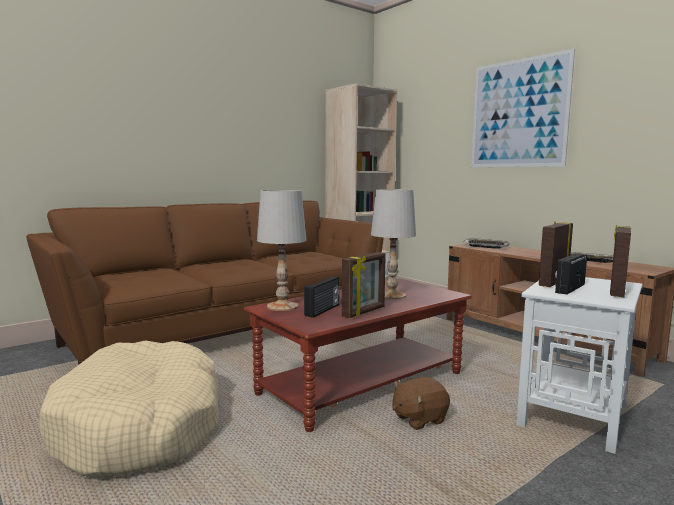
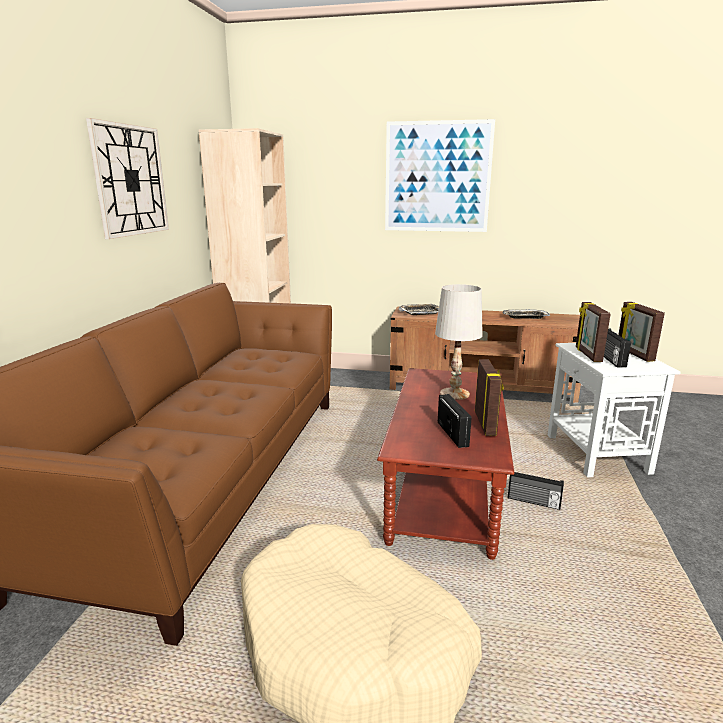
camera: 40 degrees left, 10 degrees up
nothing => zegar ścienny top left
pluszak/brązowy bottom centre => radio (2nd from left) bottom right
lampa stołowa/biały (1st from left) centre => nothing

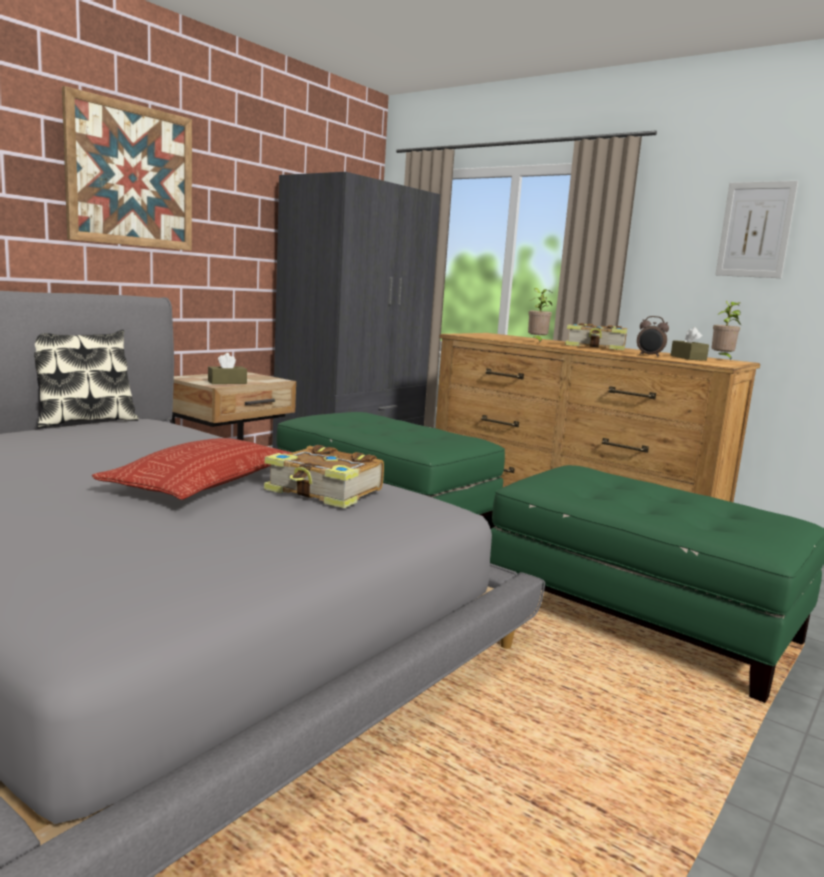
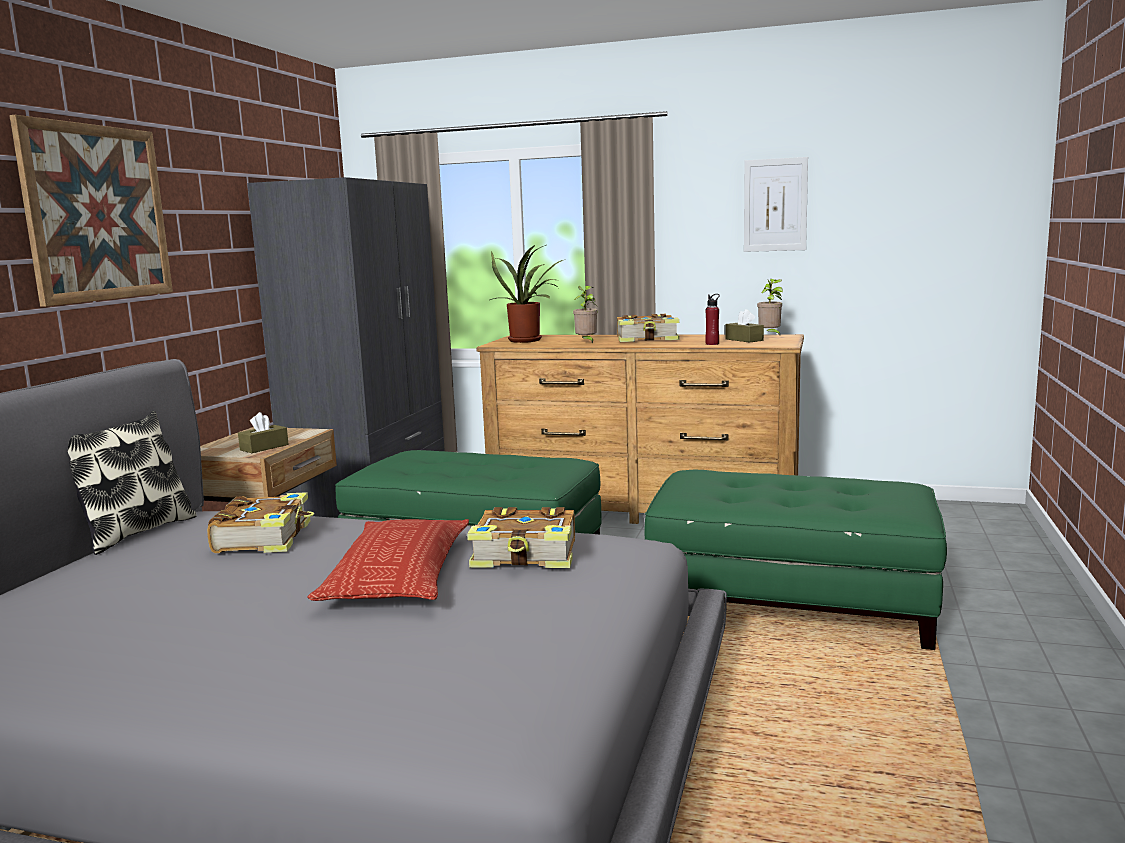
camera: 20 degrees left, 0 degrees up
nothing => książka (1st from left) middle left
nothing => roślina doniczkowa (1st from left) centre
budzik middle right => butelka/czerwony centre

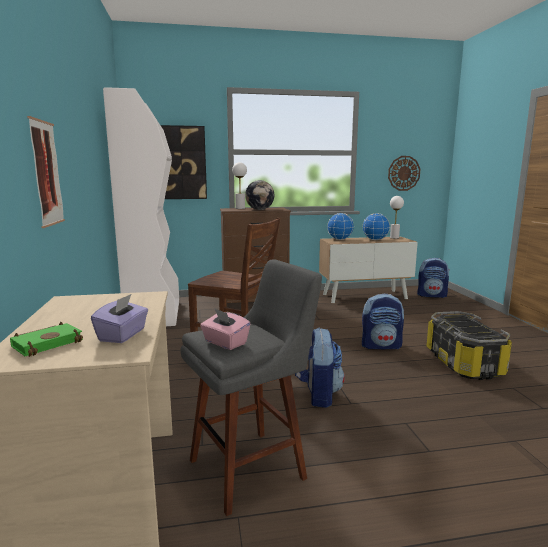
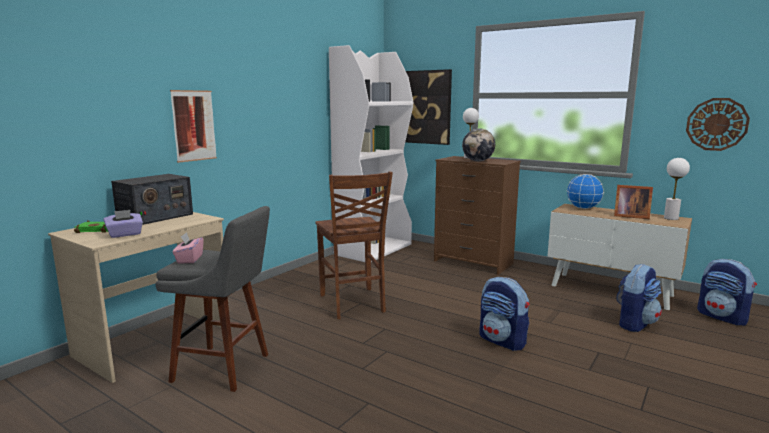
camera: 45 degrees right, 0 degrees up
nothing => radio middle left
globus (3rd from left) middle right => ramka na zdjęcie middle right
plecak (1st from left in the first image) bottom centre => plecak (2nd from left) bottom right, moved
pojemnik do przechowywania middle right => nothing

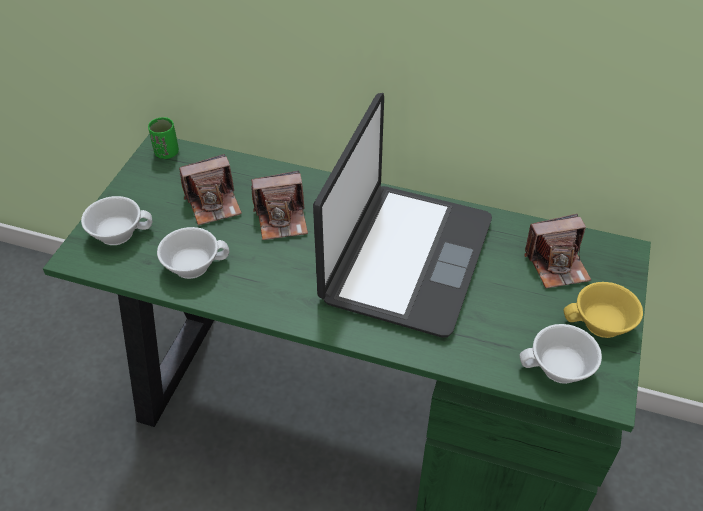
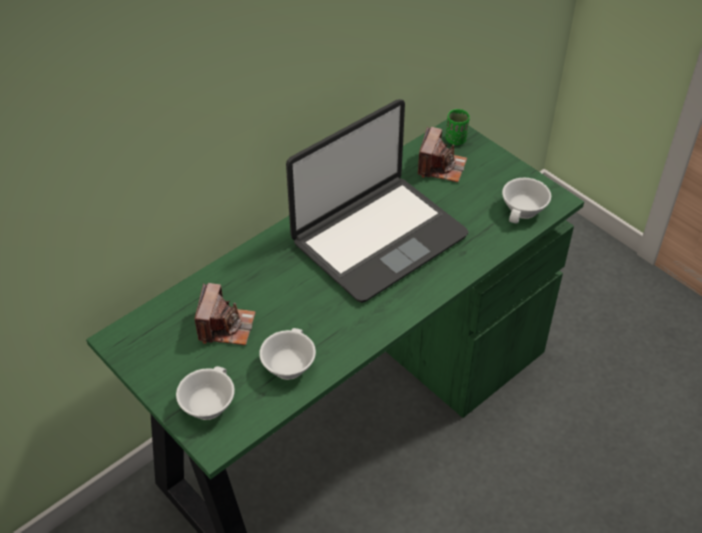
camera: 60 degrees left, 0 degrees up
laptop centre, 90 degrees clockwise
filiżanka/zielony top left => filiżanka/zielony top centre, moved
aparat fotograficzny (2nd from left) centre => nothing
filiżanka/żółty middle right => nothing

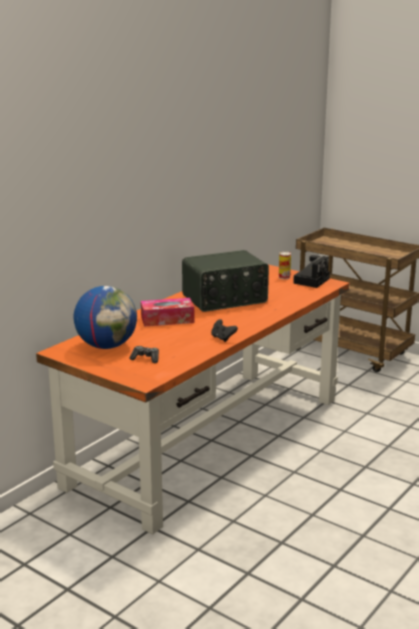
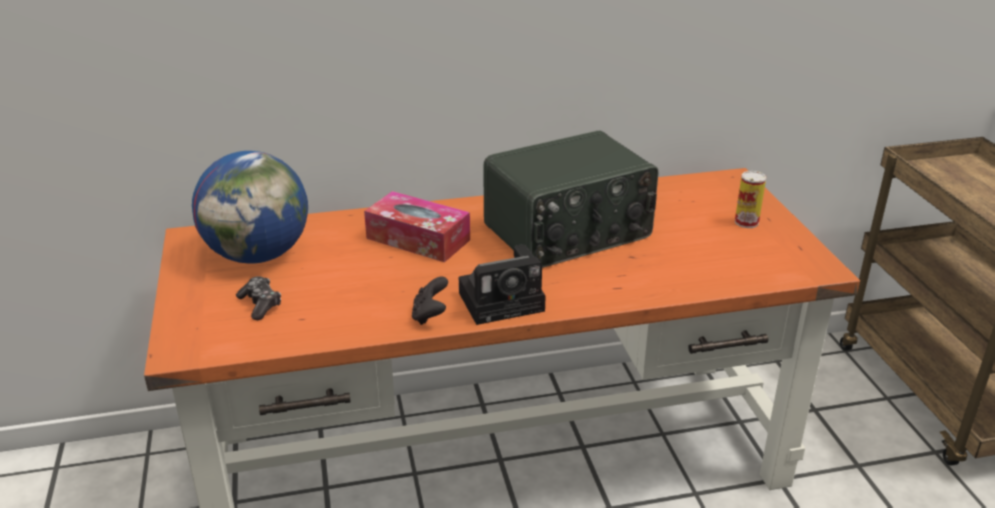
camera: 40 degrees right, 10 degrees up
aparat fotograficzny middle right => aparat fotograficzny centre, moved
radio centre, 45 degrees counterclockwise

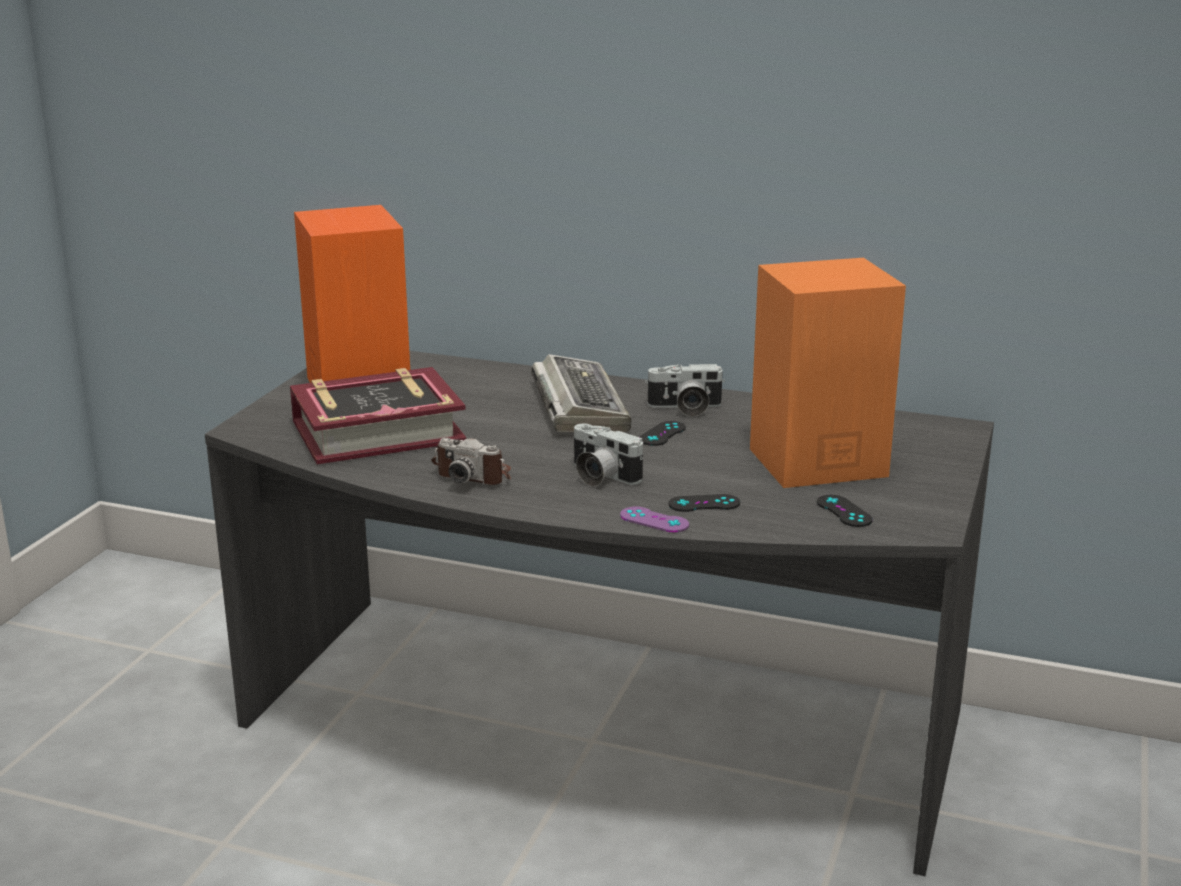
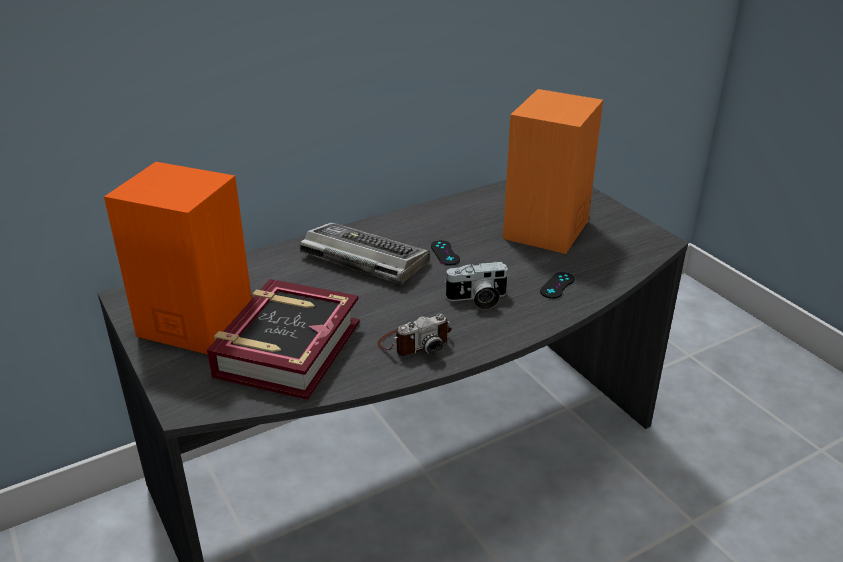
camera: 50 degrees left, 10 degrees up
pad do gier/fioletowy centre => nothing
aparat fotograficzny (3rd from left) centre => nothing
pad do gier/czarny (3rd from left) middle right => nothing

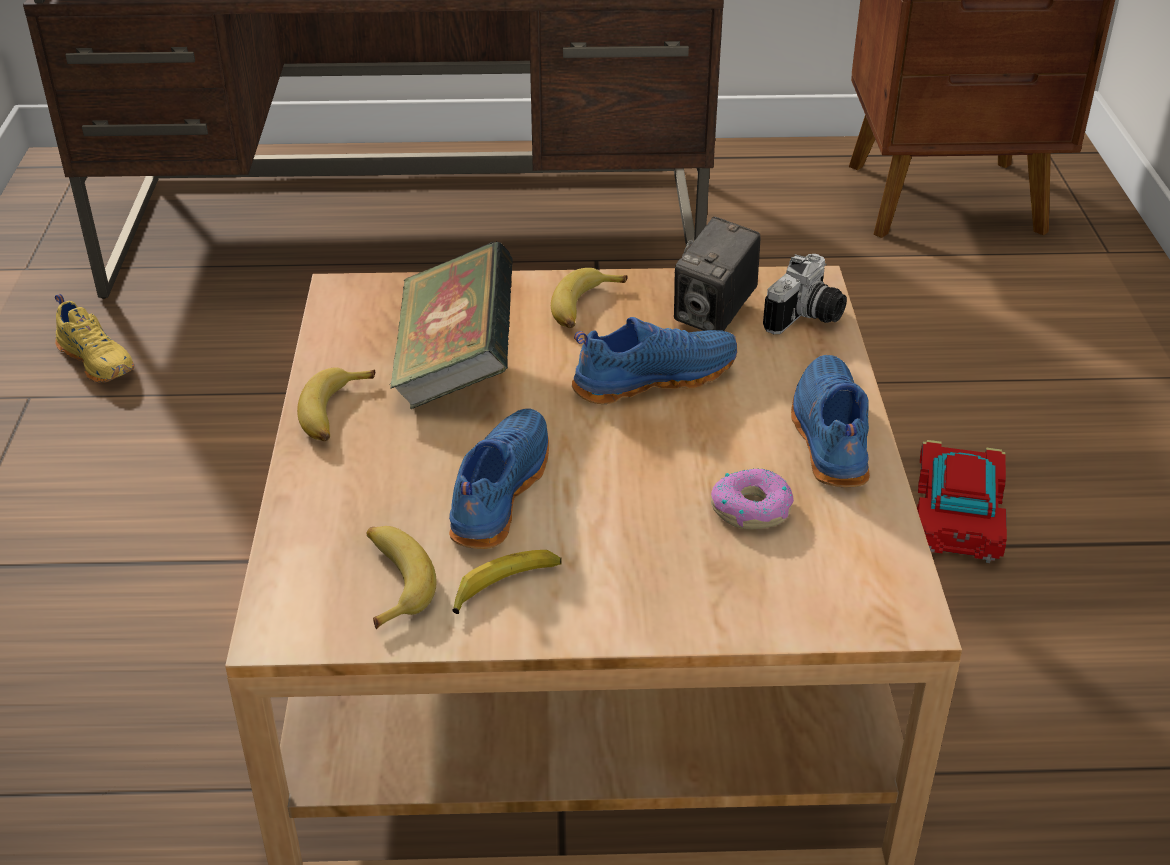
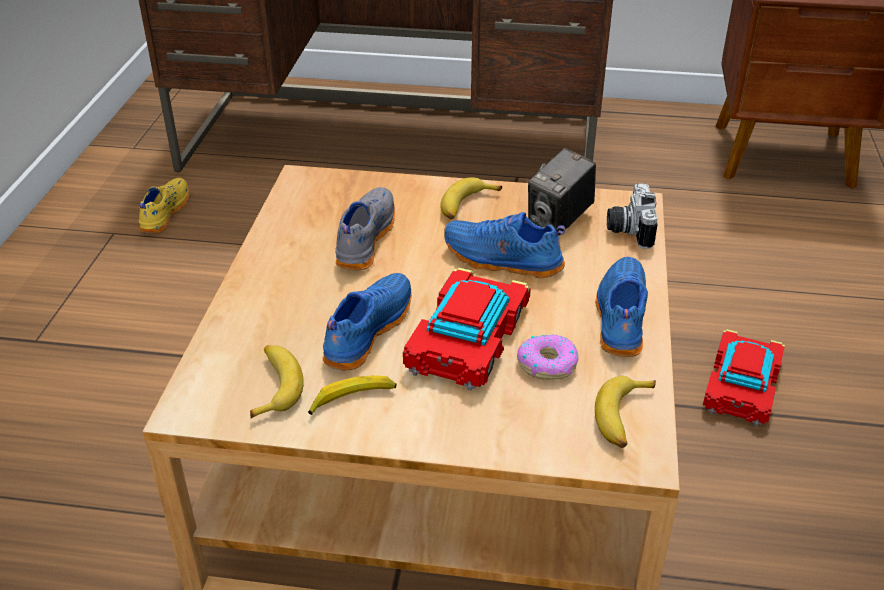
camera: 10 degrees right, 0 degrees up
but/żółty middle left, 135 degrees counterclockwise
książka centre => but/szary centre
nothing => samochodzik (1st from left) centre
but/niebieski (2nd from left) centre, 150 degrees counterclockwise
banan (1st from left in the first image) middle left => banan (4th from left) bottom right, moved
aparat fotograficzny (2nd from left) middle right, 135 degrees clockwise

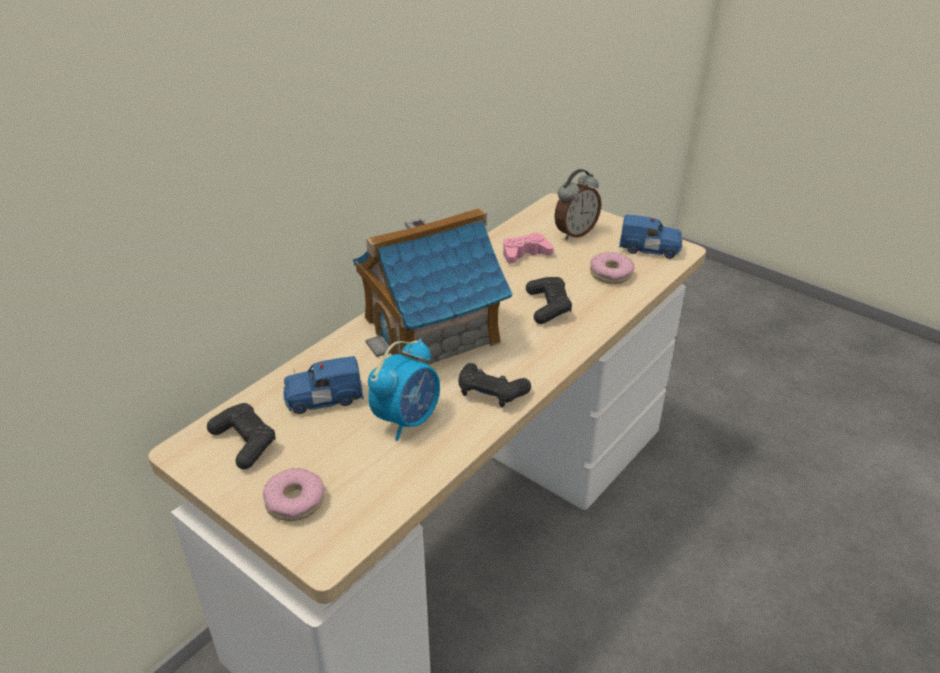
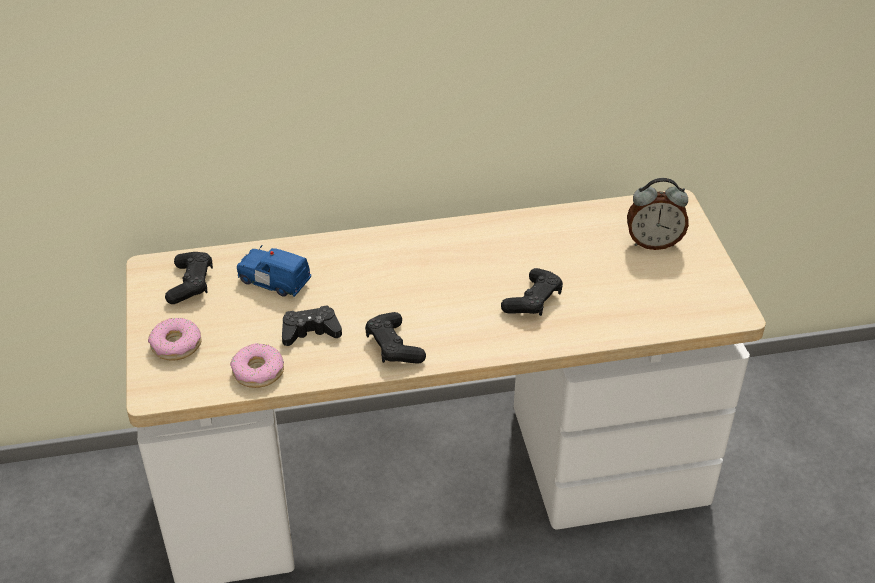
camera: 40 degrees right, 5 degrees up
donut (2nd from left) centre => donut (2nd from left) middle left, moved
budzik (1st from left) centre => pad do gier/czarny (2nd from left) centre
domek centre => nothing
pad do gier/różowy centre => nothing
samochodzik/niebieski (2nd from left) middle right => nothing

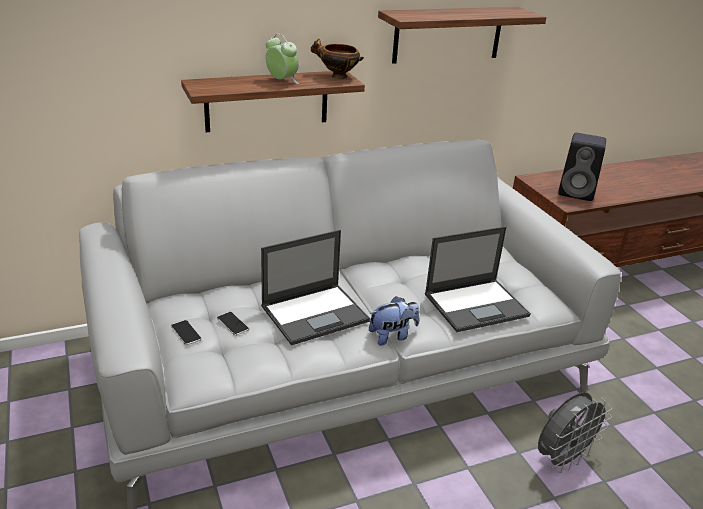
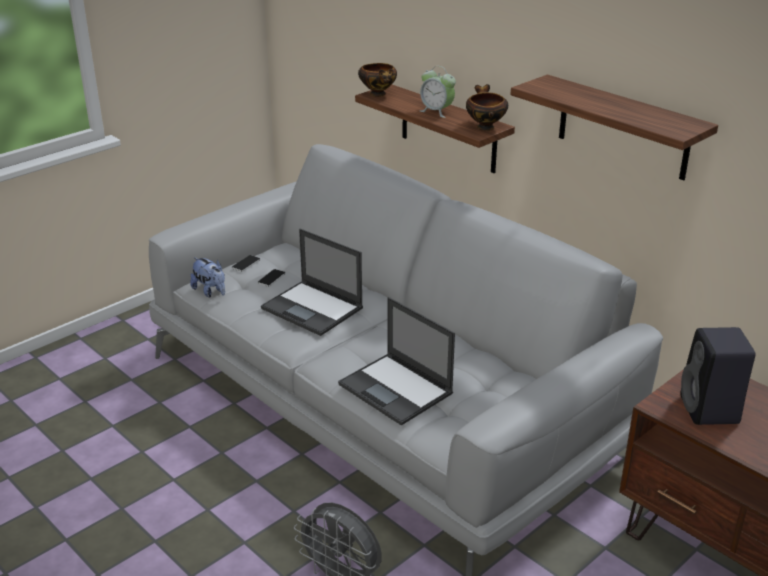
camera: 70 degrees right, 0 degrees up
pluszak centre => pluszak middle left, moved
nothing => miska (1st from left) top centre
budzik top centre, 105 degrees clockwise

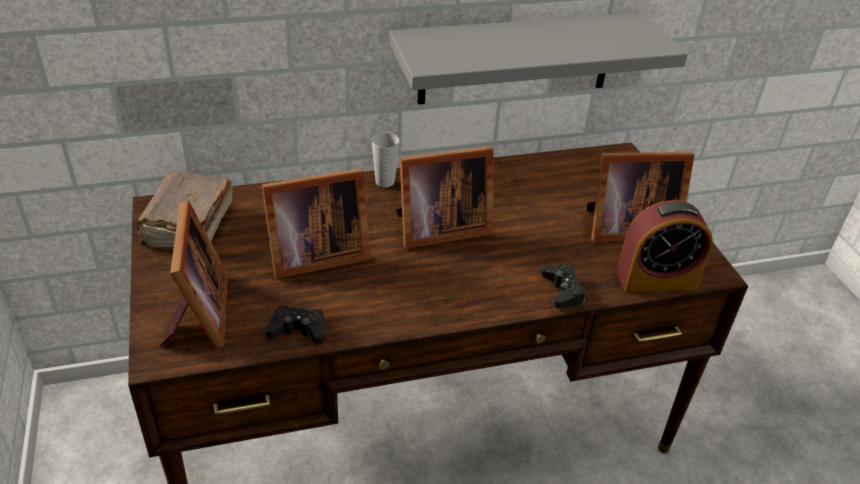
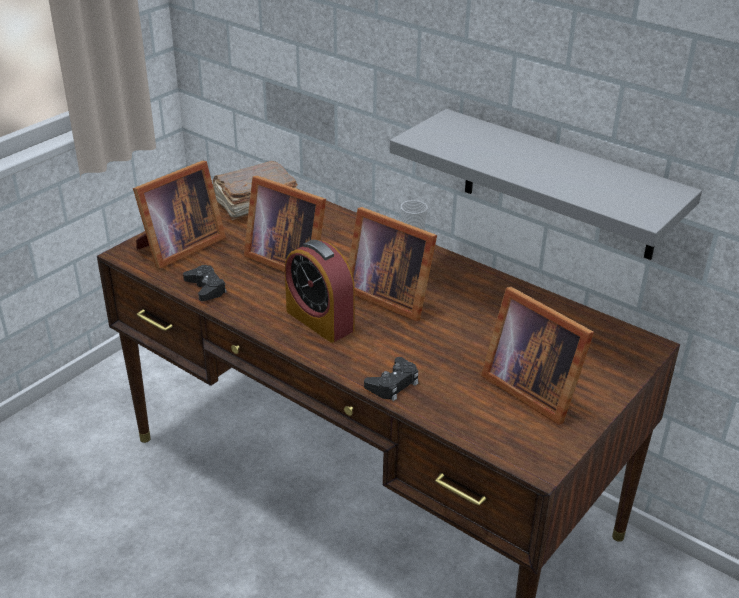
camera: 55 degrees right, 5 degrees down
budzik middle right => budzik centre, moved

